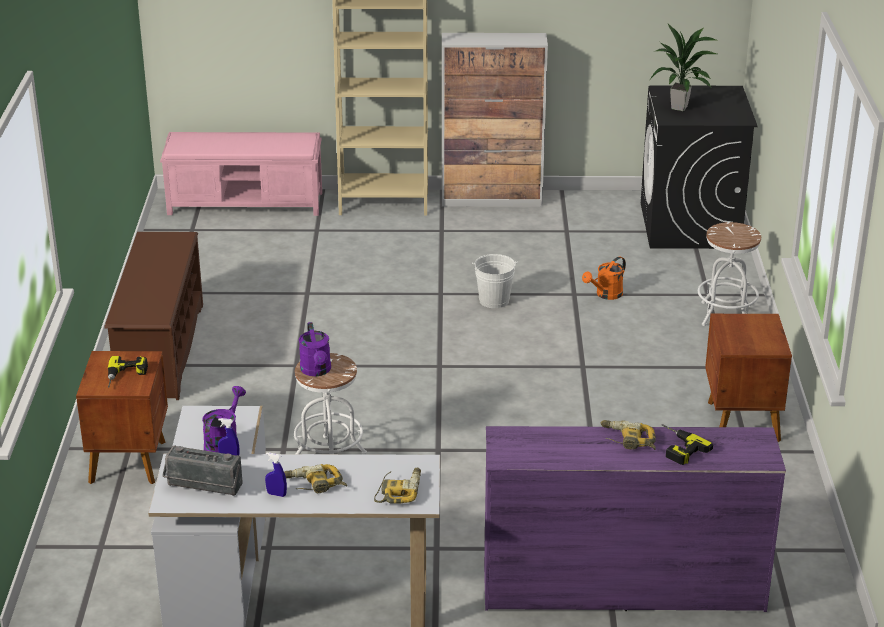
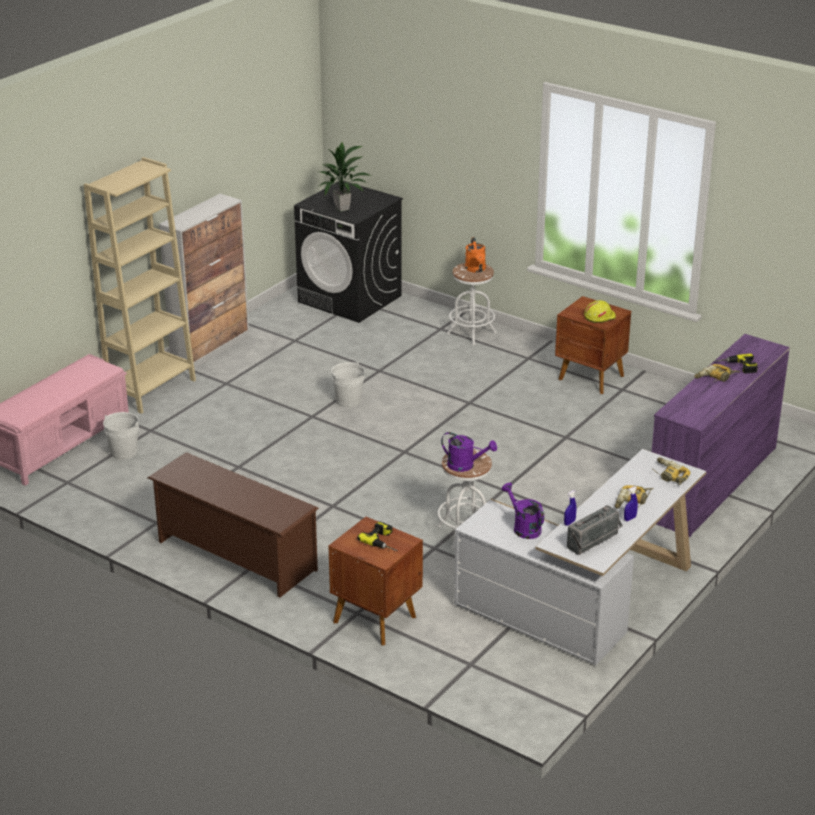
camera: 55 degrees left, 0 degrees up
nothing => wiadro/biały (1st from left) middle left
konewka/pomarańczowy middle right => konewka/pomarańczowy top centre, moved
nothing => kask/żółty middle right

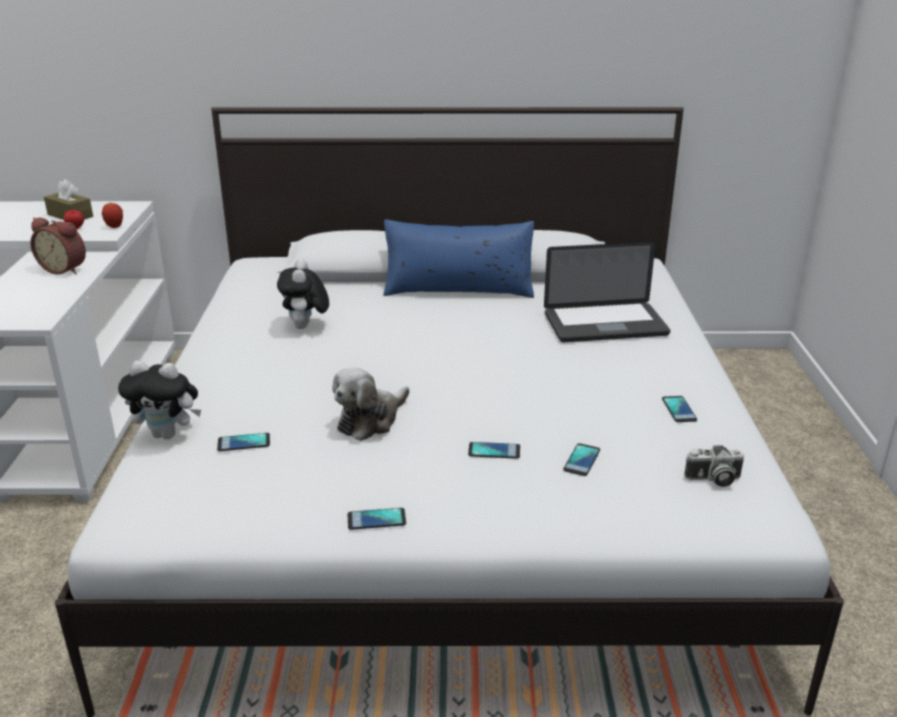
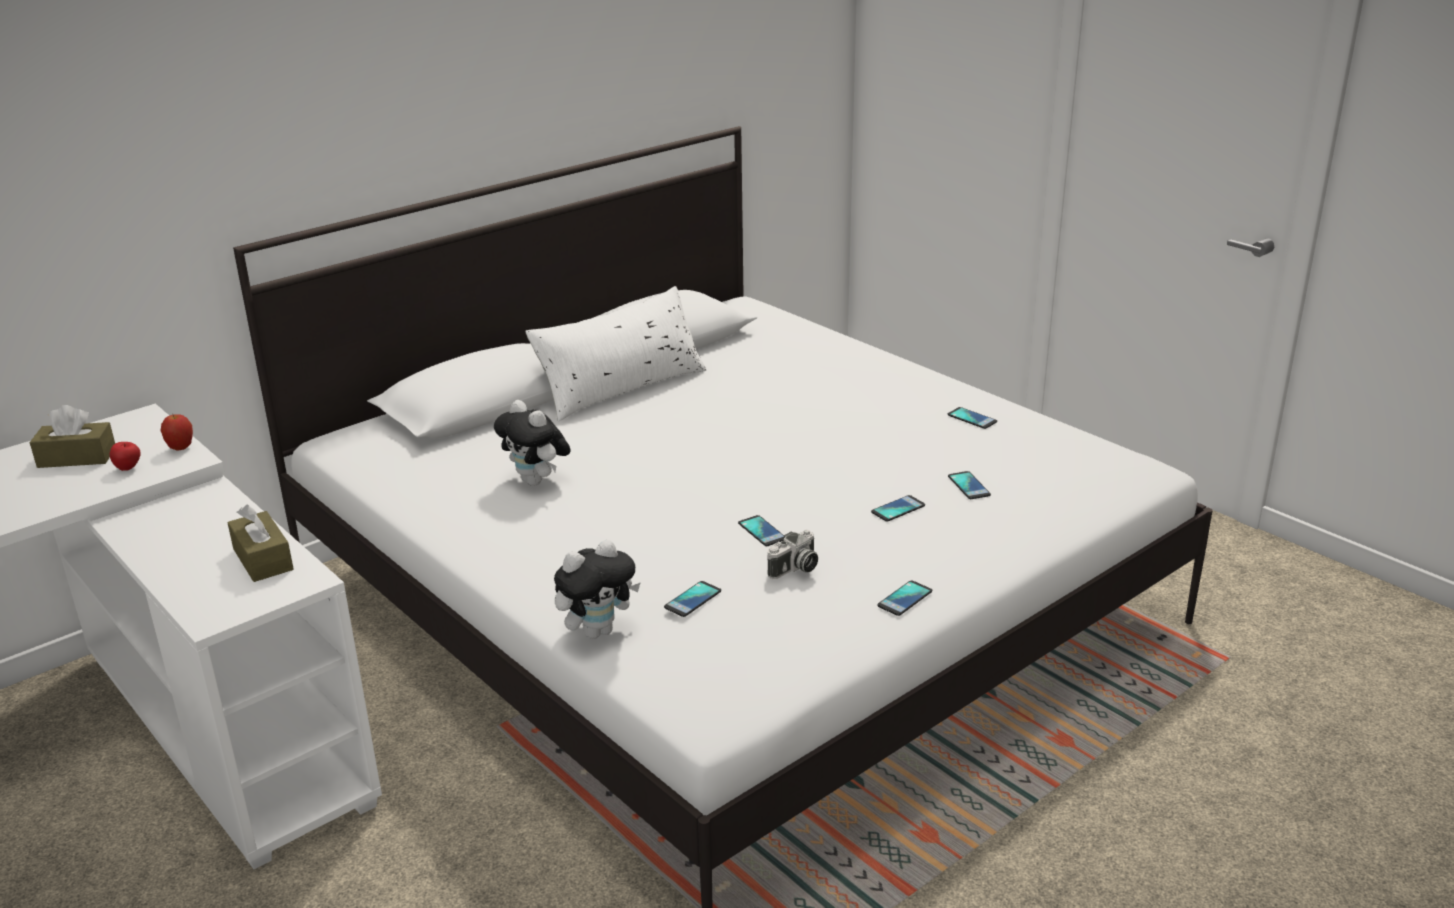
camera: 40 degrees left, 0 degrees up
nothing => pudełko chusteczek/brązowy (2nd from left) middle left
poduszka/niebieski centre => poduszka/biały centre
pluszak (3rd from left) centre => telefon (2nd from left) centre
aparat fotograficzny middle right => aparat fotograficzny centre, moved
budzik middle left => nothing
laptop middle right => nothing

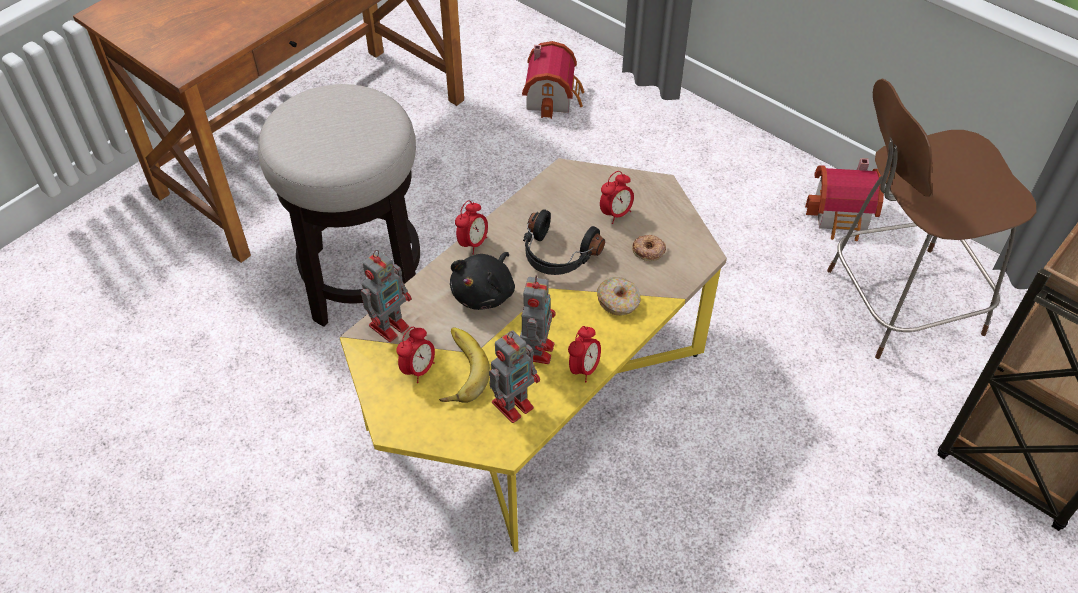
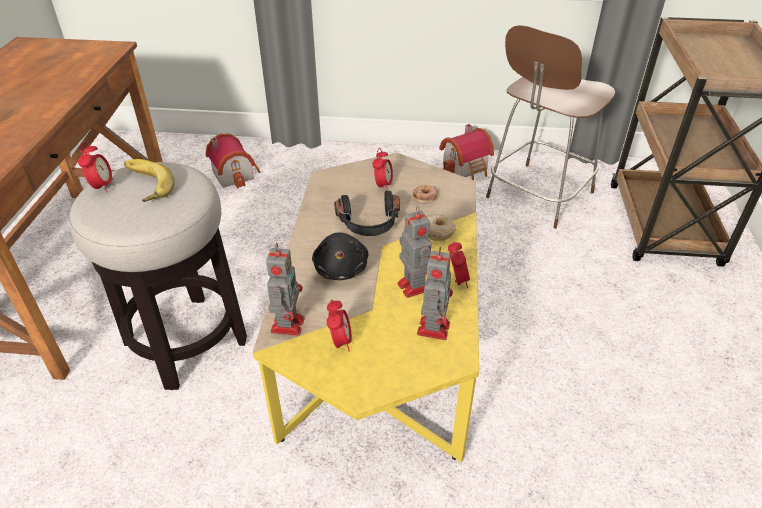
camera: 35 degrees left, 10 degrees down
budzik (2nd from left in the first image) centre => budzik (1st from left) top left, moved
banan centre => banan middle left, moved

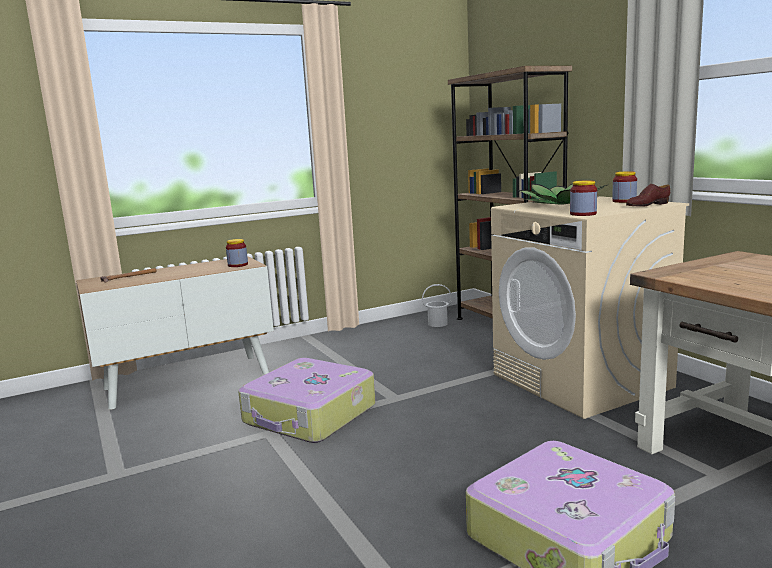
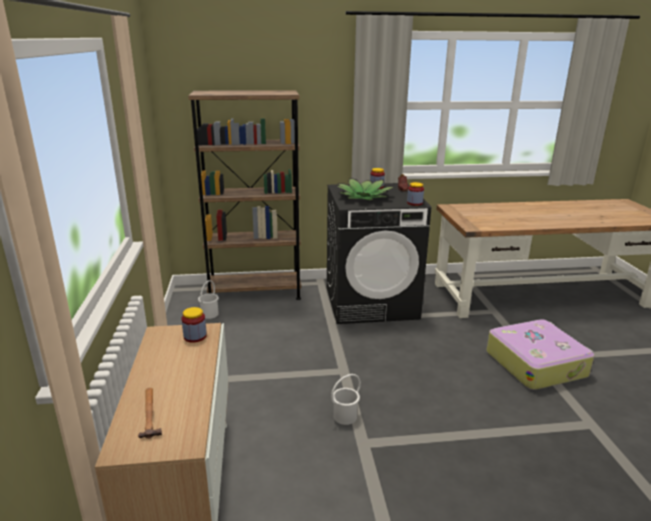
camera: 70 degrees left, 10 degrees up
pralka/beżowy middle right => pralka/czarny centre
walizka (1st from left) bottom centre => wiadro/biały (2nd from left) bottom centre

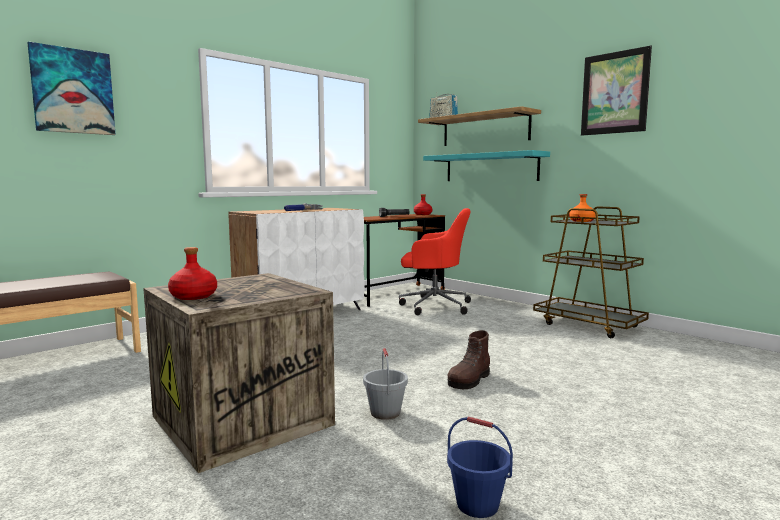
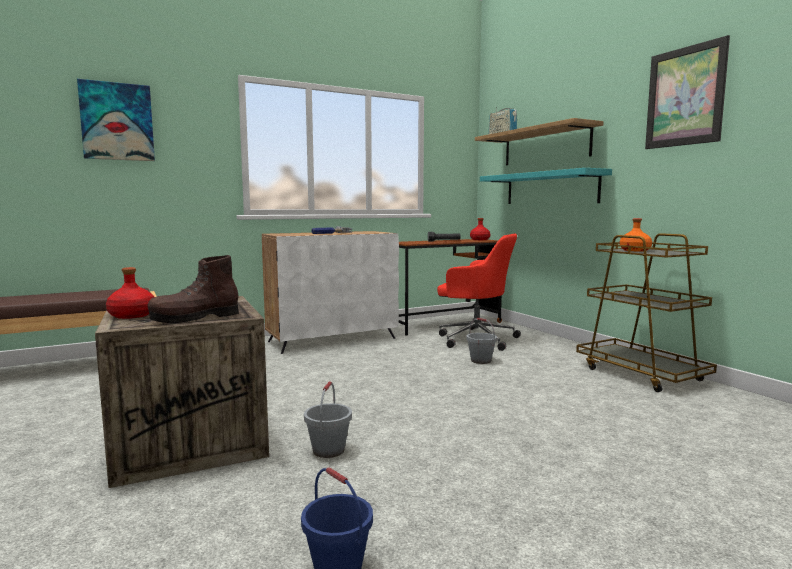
camera: 15 degrees right, 0 degrees up
but z cholewką/brązowy bottom centre => but z cholewką/brązowy middle left, moved
nothing => wiadro/szary (2nd from left) centre

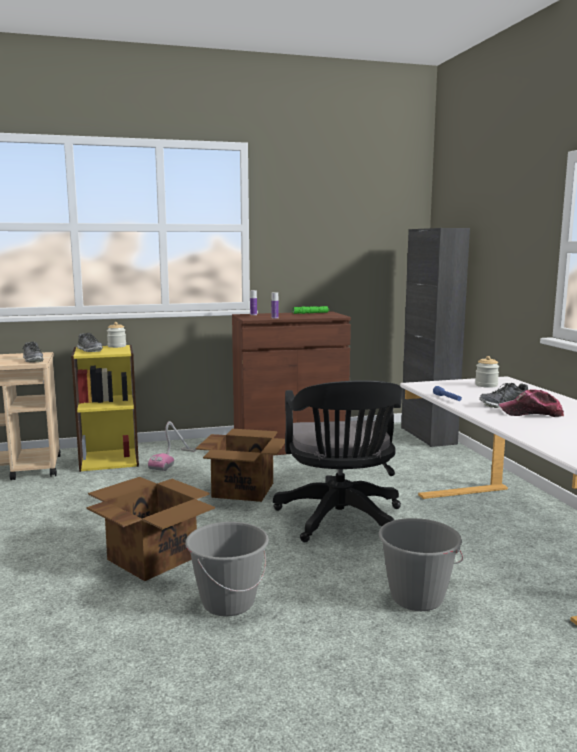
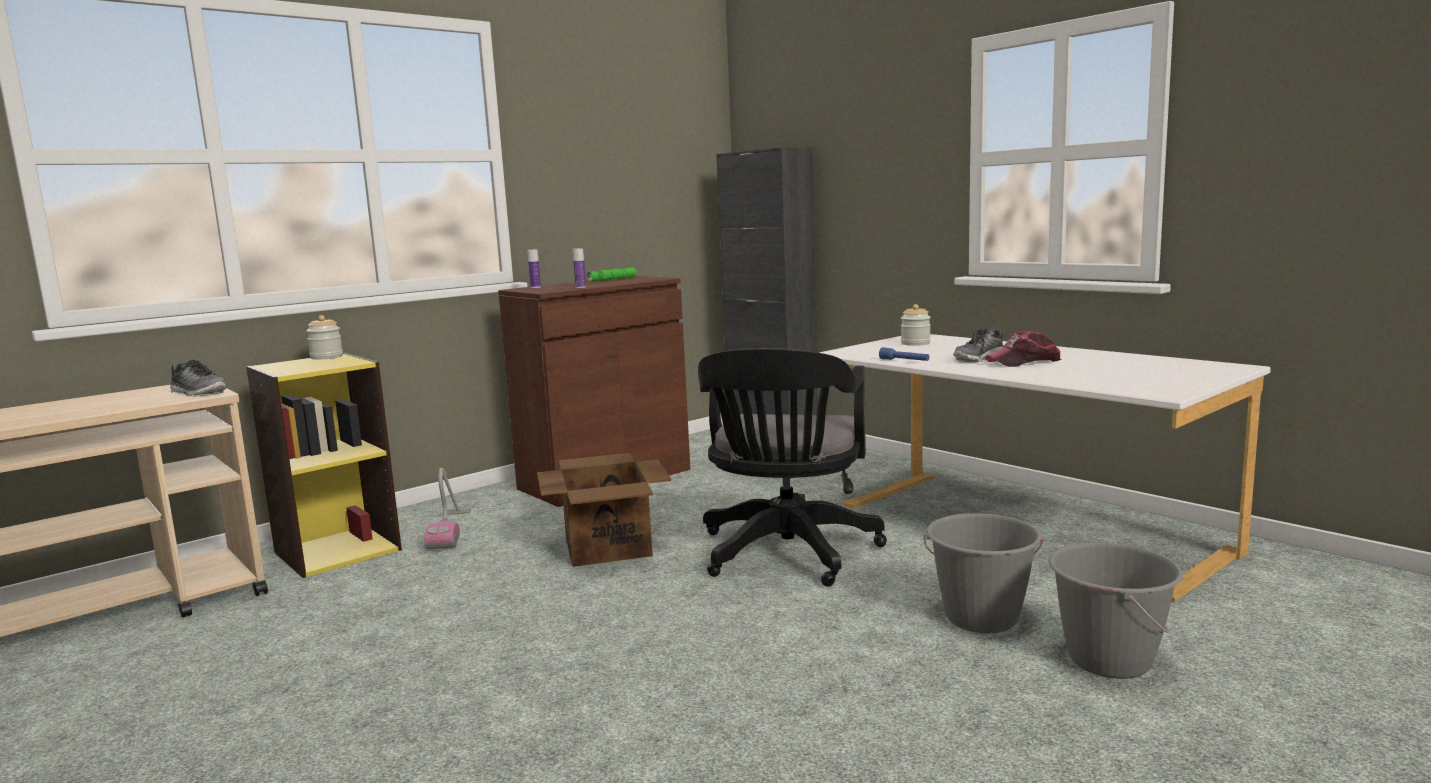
camera: 25 degrees left, 0 degrees up
krzesło biurowe/czarny centre, 45 degrees clockwise
wiadro/szary (1st from left in the first image) bottom centre => wiadro/szary (2nd from left) bottom right, moved
but (2nd from left) middle left => nothing
karton (1st from left) bottom left => nothing

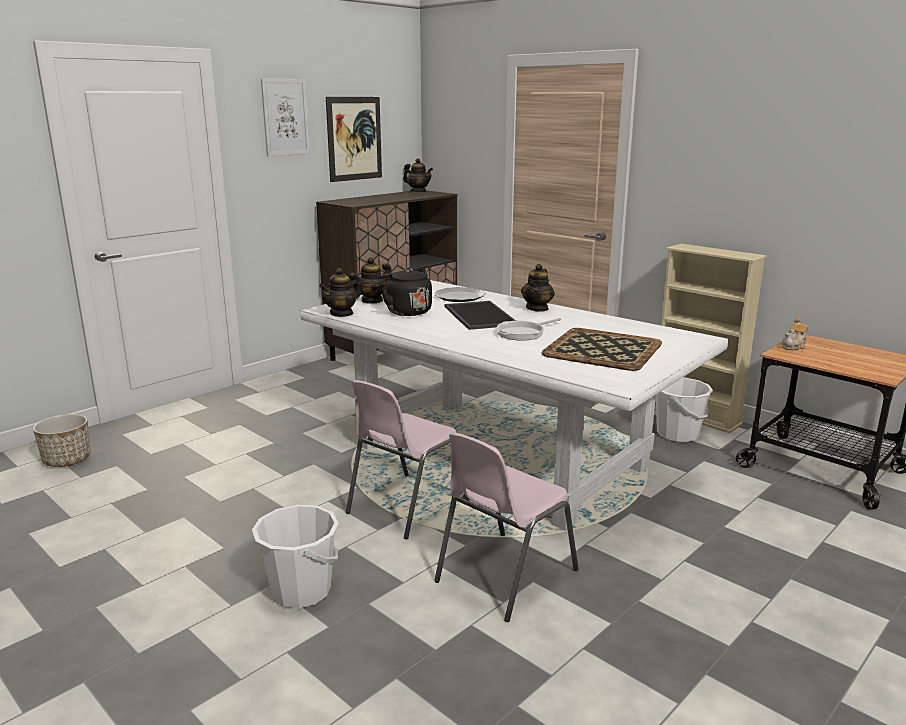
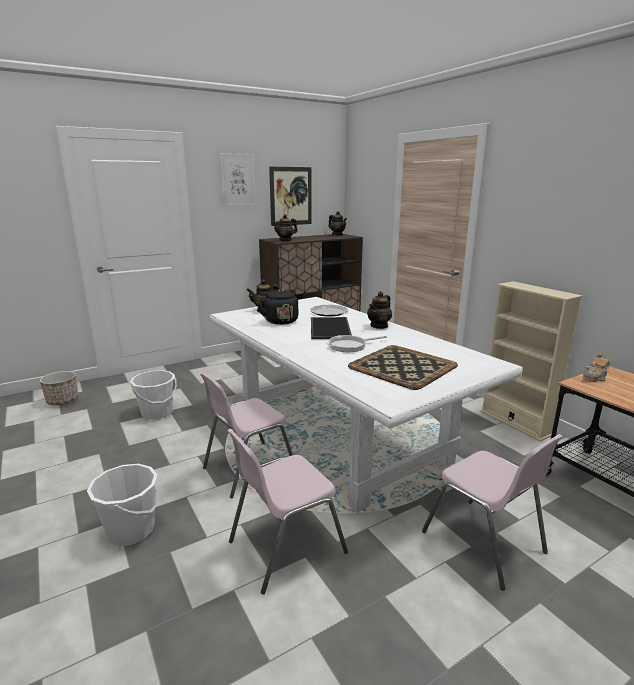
camera: 15 degrees right, 0 degrees up
wiadro/biały (2nd from left) middle right => wiadro/biały (2nd from left) middle left, moved
imbryk (1st from left in the first image) centre => imbryk (2nd from left) top centre, moved
nothing => krzesło/różowy (3rd from left) bottom right

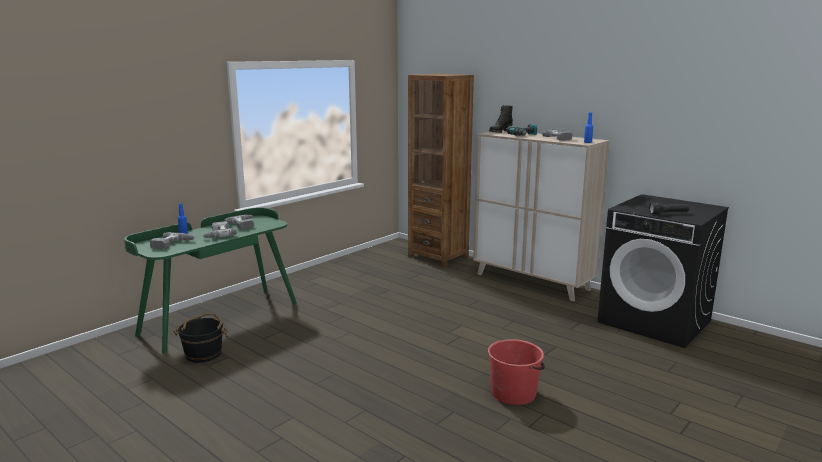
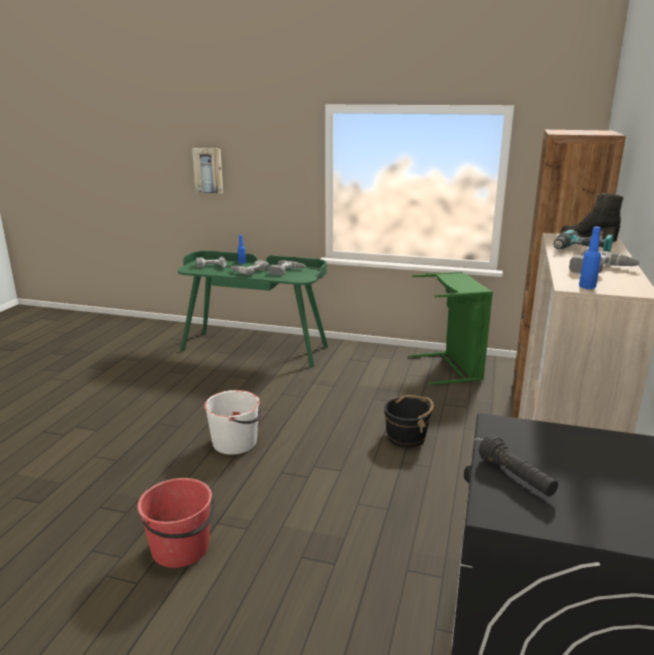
camera: 65 degrees right, 5 degrees up
nothing => obraz top left
nothing => wiadro/biały centre
wiadro/czarny bottom left => wiadro/czarny centre, moved
nothing => kosz na pranie/zielony middle right

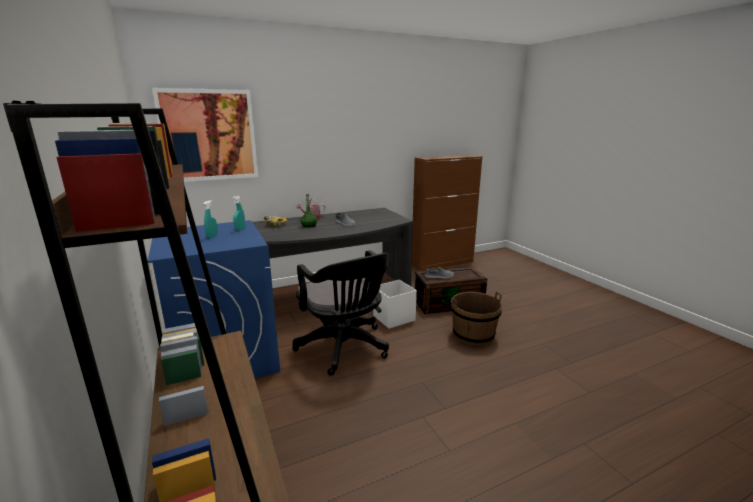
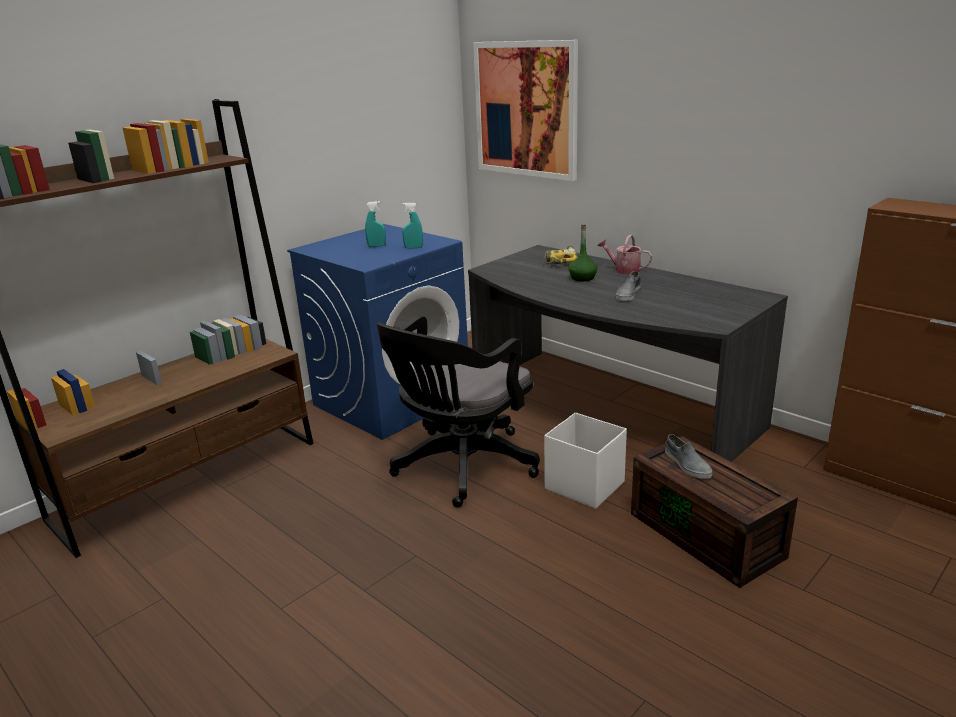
camera: 70 degrees right, 5 degrees up
wiadro/brązowy centre => nothing

